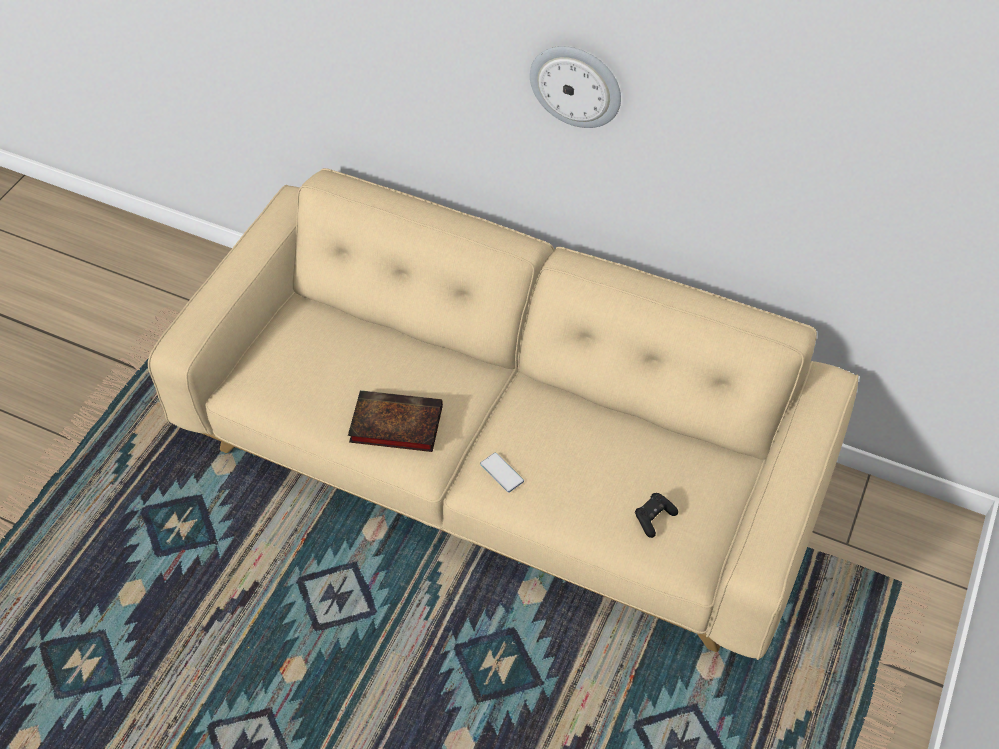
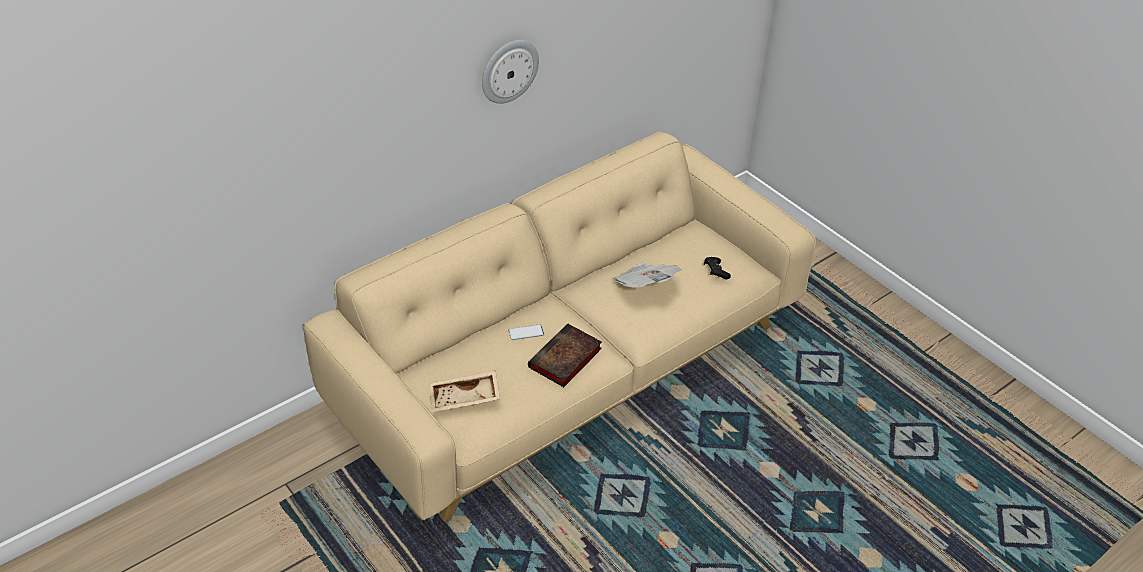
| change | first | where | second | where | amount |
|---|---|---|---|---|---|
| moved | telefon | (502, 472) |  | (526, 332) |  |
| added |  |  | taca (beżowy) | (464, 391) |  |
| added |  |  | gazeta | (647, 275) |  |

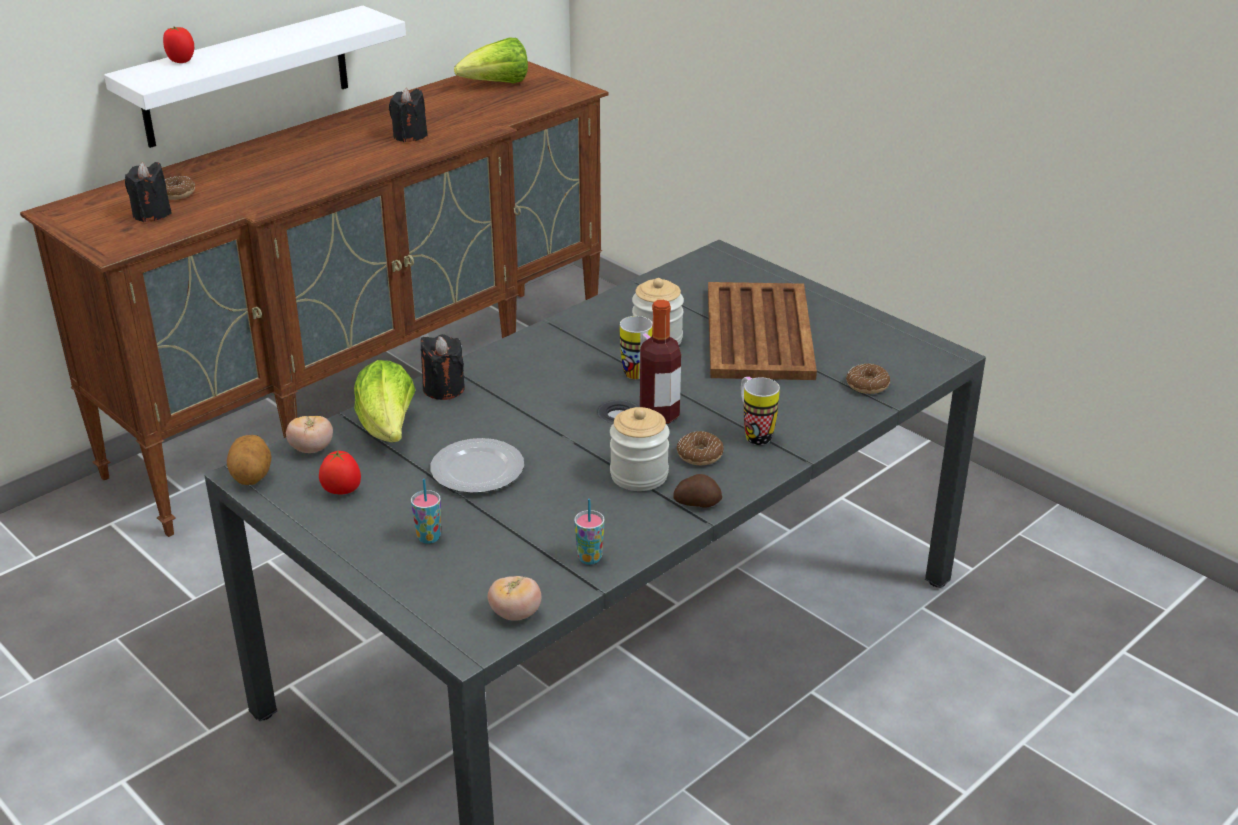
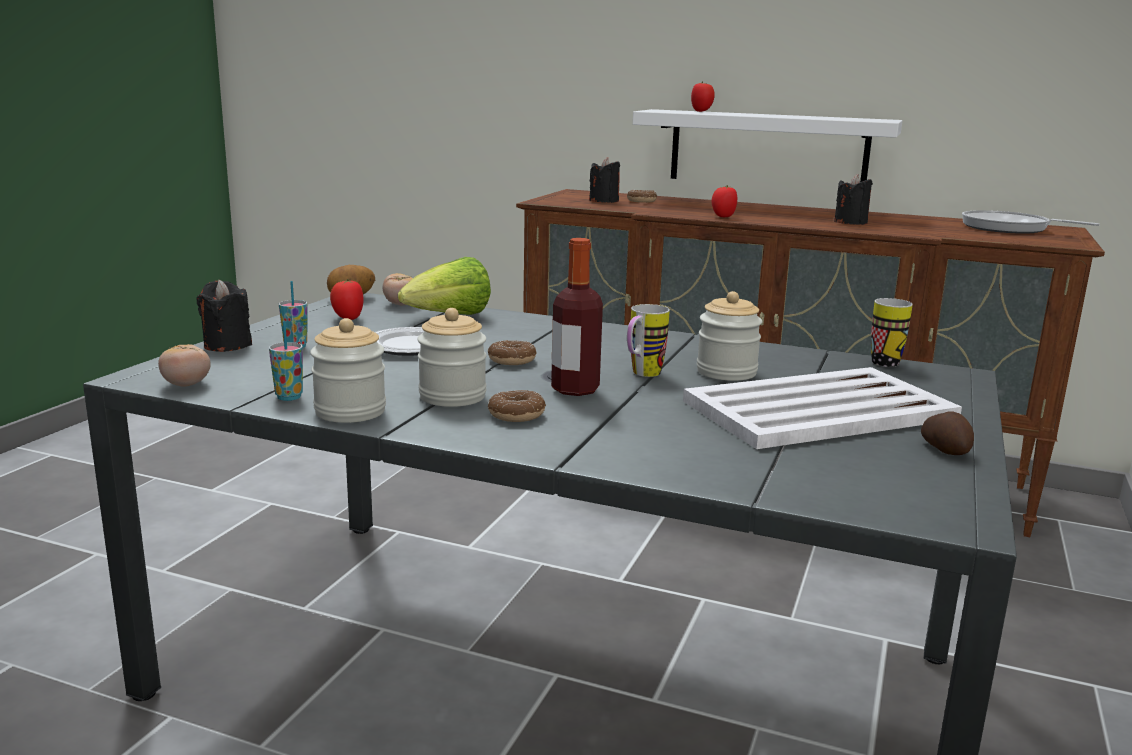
| change | first | where | second | where | amount |
|---|---|---|---|---|---|
| moved | świeca (czarny) | (443, 367) |  | (224, 316) |  |
| replaced | sałata | (491, 60) | patelnia | (1031, 222) |  |
| moved | ziemniak | (697, 491) |  | (947, 433) |  |
| recoloured | taca (brązowy) | (762, 331) | taca (biały) | (822, 408) |  |
| moved | kubek | (760, 411) |  | (892, 332) |  |
| moved | donut | (868, 378) |  | (512, 352) |  |
| added |  |  | słoik | (348, 370) |  |
| added |  |  | pomidor | (724, 201) |  |

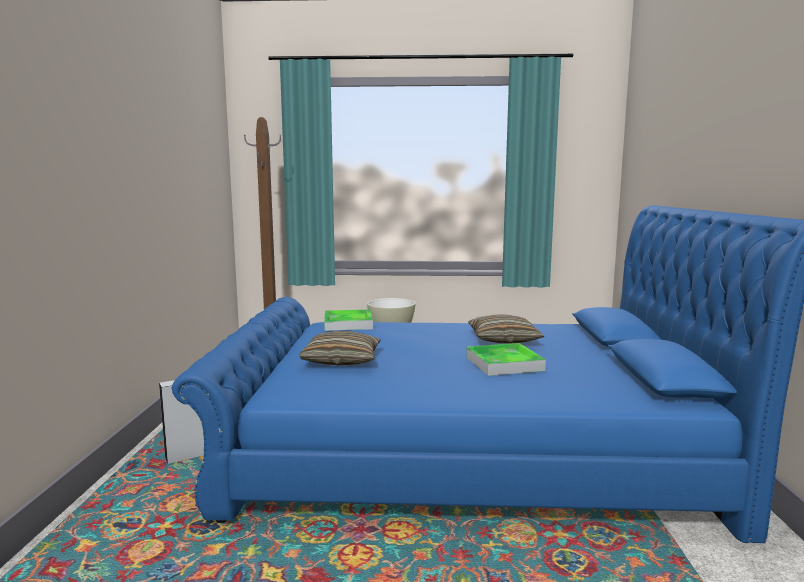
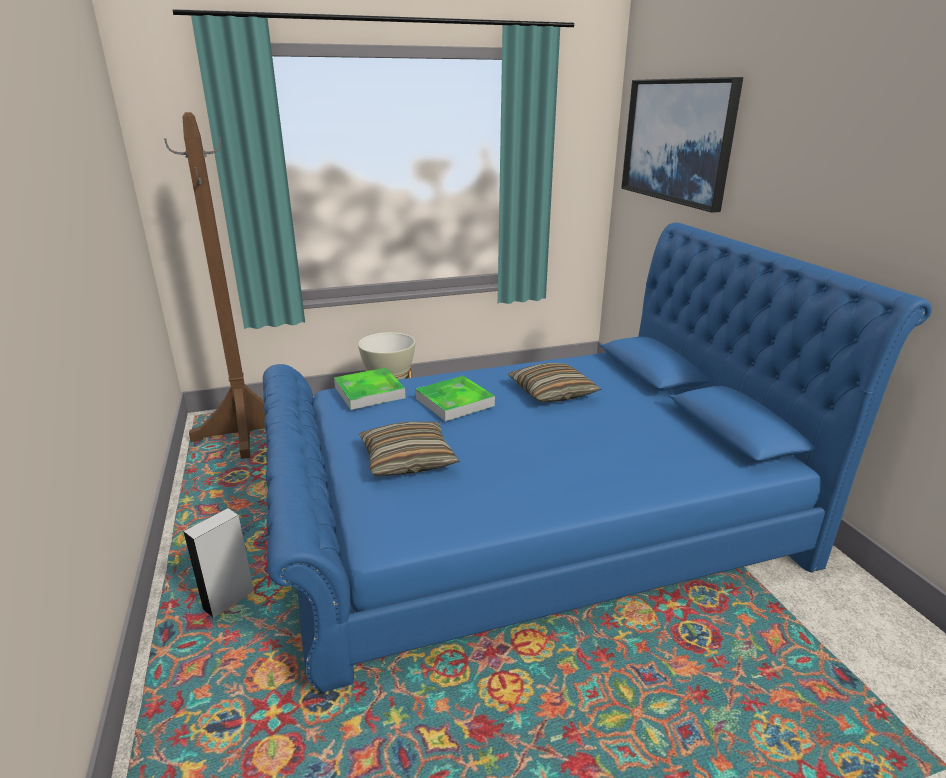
| change | first | where | second | where | amount |
|---|---|---|---|---|---|
| moved | taca | (506, 359) |  | (455, 398) |  |
| added |  |  | obraz | (682, 145) |  |

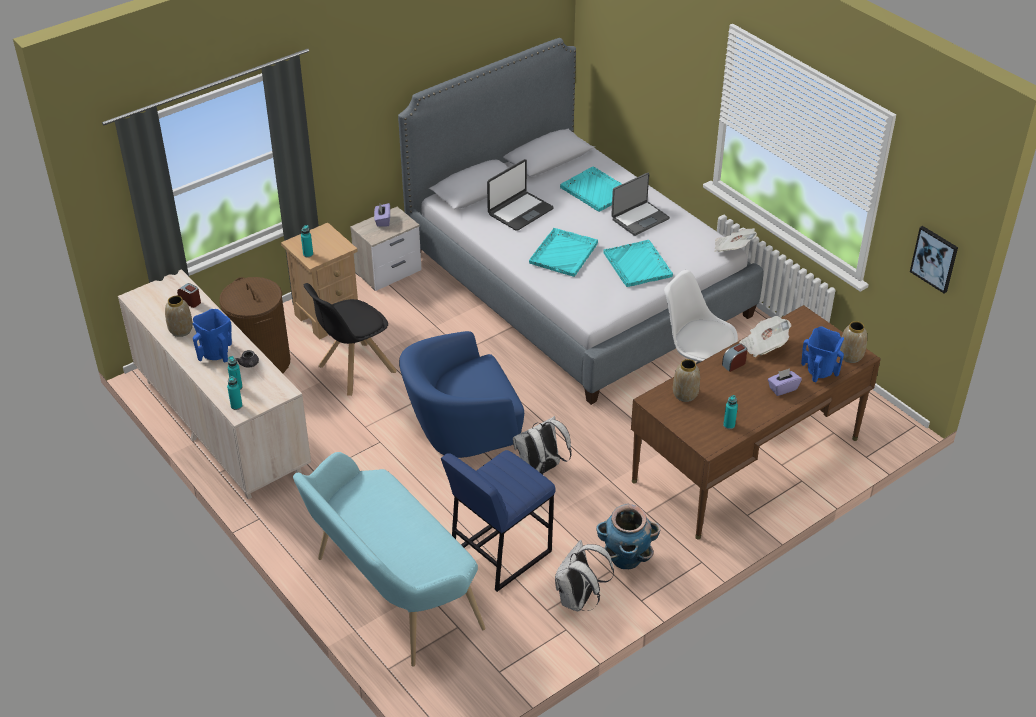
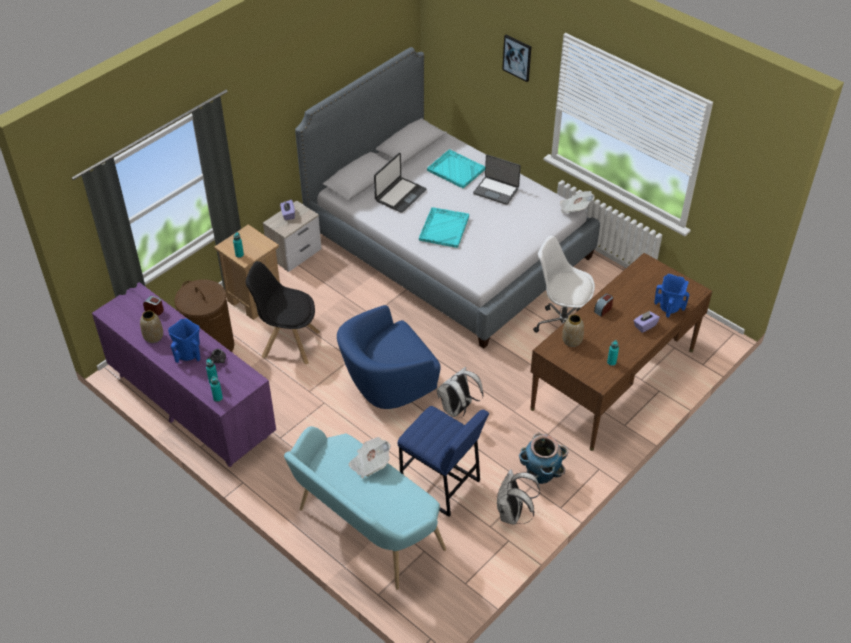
| change | first | where | second | where | amount |
|---|---|---|---|---|---|
| recoloured | komoda (beżowy) | (214, 384) | komoda (fioletowy) | (184, 374) |  |
| turned | krzesło (czarny) | (350, 339) |  | (283, 313) | 60 degrees clockwise |
| turned | krzesło (niebieski) | (498, 521) |  | (443, 461) | 90 degrees counterclockwise |
| removed | taca (turkusowy) | (638, 263) |  |  |  |
| turned | laptop | (640, 204) |  | (497, 180) | 75 degrees clockwise |
| moved | gazeta | (765, 336) |  | (370, 458) |  |
| removed | wazon | (853, 342) |  |  |  |
| moved | obraz | (934, 259) |  | (516, 58) |  |

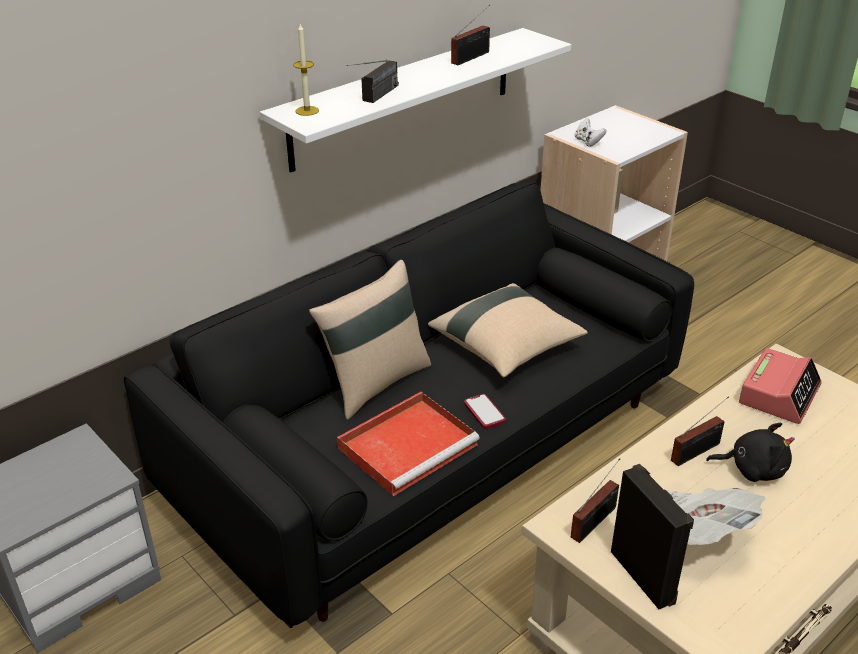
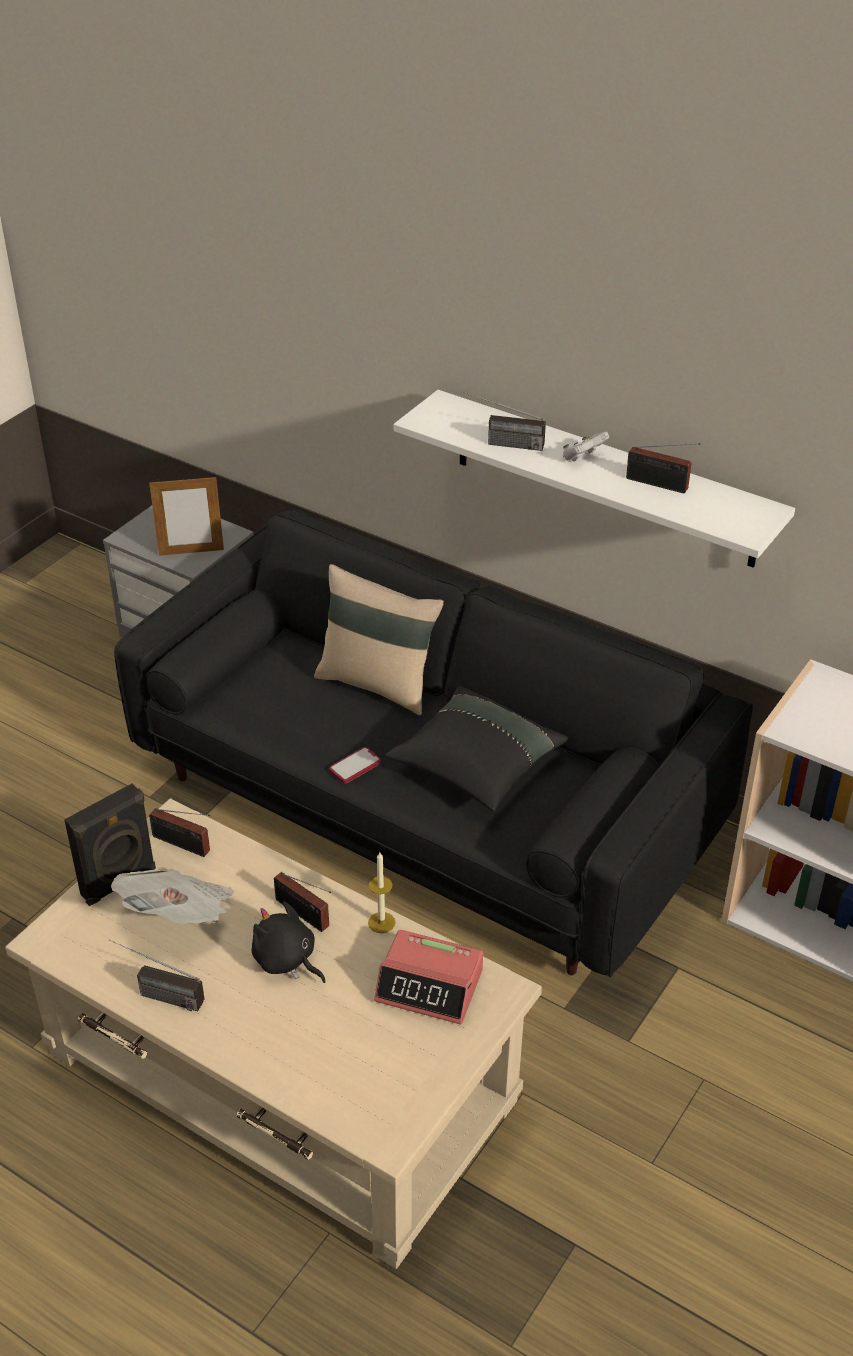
| change | first | where | second | where | amount |
|---|---|---|---|---|---|
| moved | świeca | (306, 70) |  | (382, 892) |  |
| removed | taca (czerwony) | (408, 444) |  |  |  |
| recoloured | poduszka (beżowy) | (508, 330) | poduszka (czarny) | (477, 749) |  |
| moved | pad do gier (biały) | (590, 132) |  | (586, 447) |  |
| turned | pluszak (czarny) | (750, 452) |  | (289, 942) | 135 degrees clockwise |
| added |  |  | radio | (156, 975) |  |
| added |  |  | ramka na zdjęcie | (186, 515) |  |

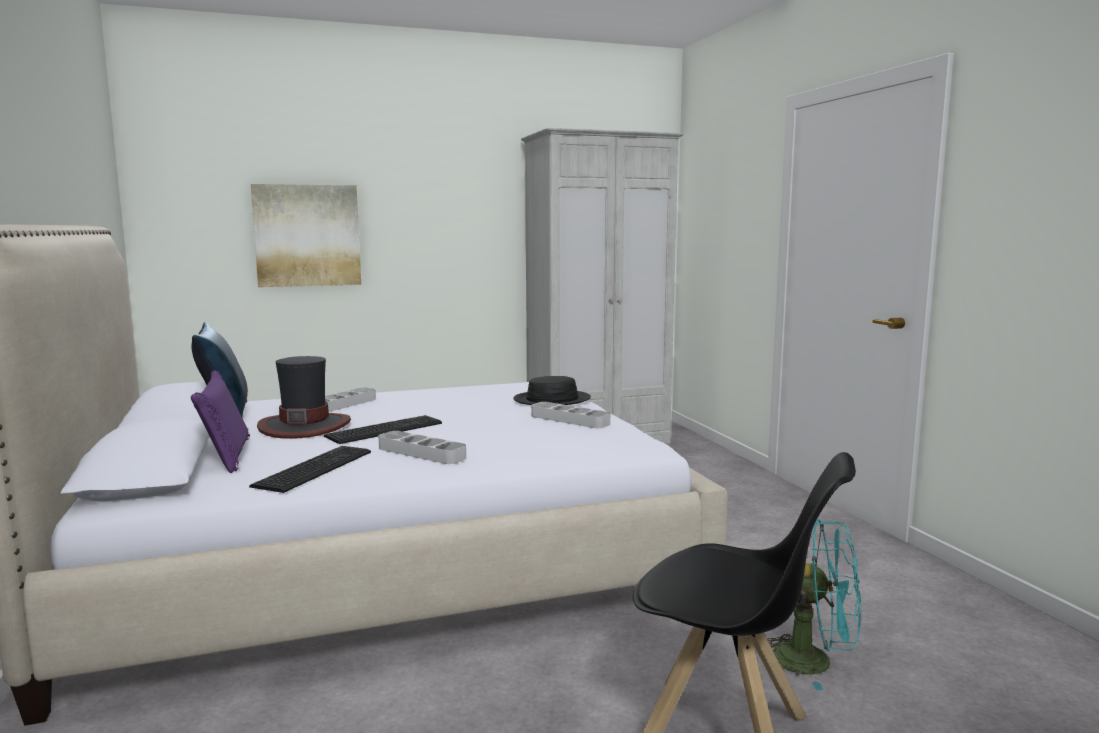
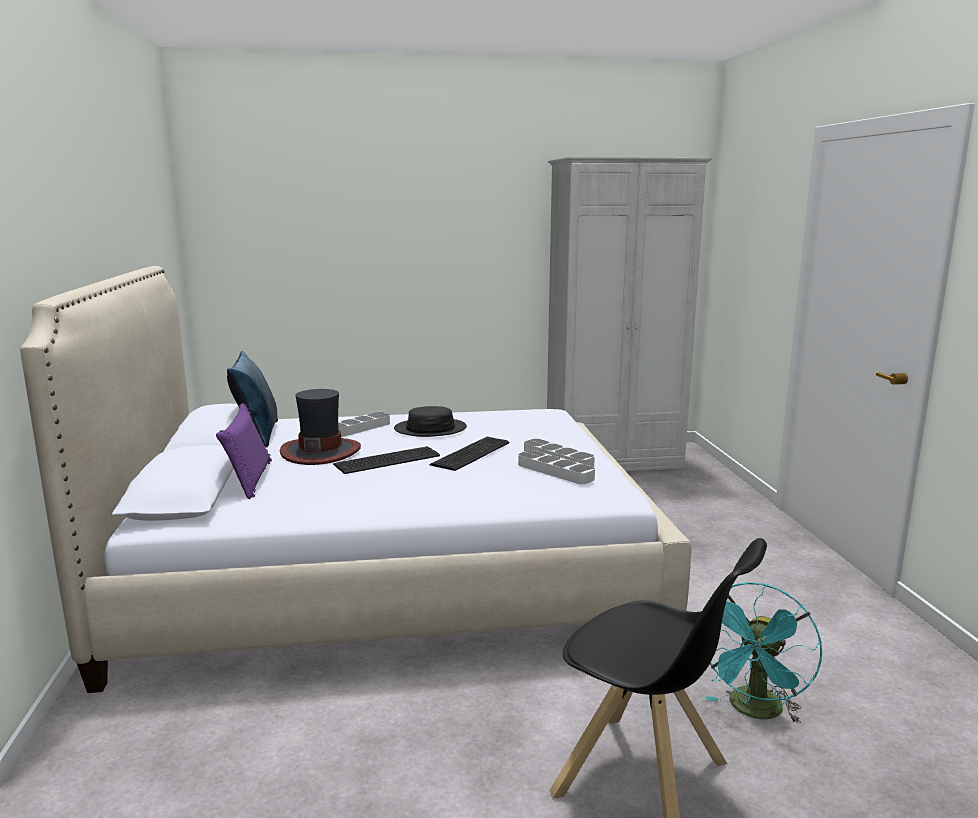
| change | first | where | second | where | amount |
|---|---|---|---|---|---|
| moved | klawiatura | (310, 469) |  | (469, 454) |  |
| removed | obraz | (306, 235) |  |  |  |
| moved | taca (szary) | (422, 447) |  | (556, 467) |  |
| moved | kapelusz (czarny) | (552, 390) |  | (430, 421) |  |
| turned | wentylator (turkusowy) | (814, 604) |  | (764, 653) | 90 degrees clockwise |

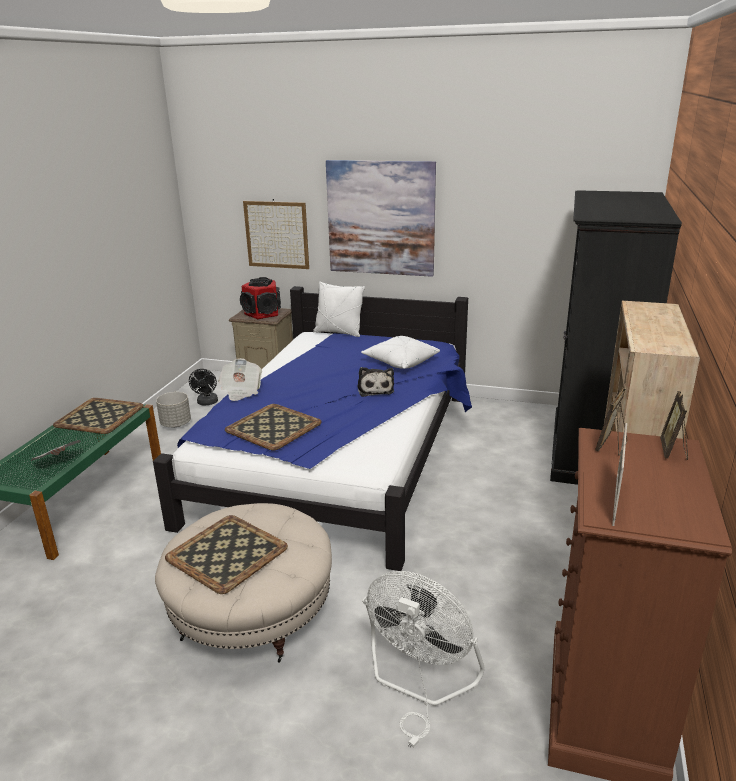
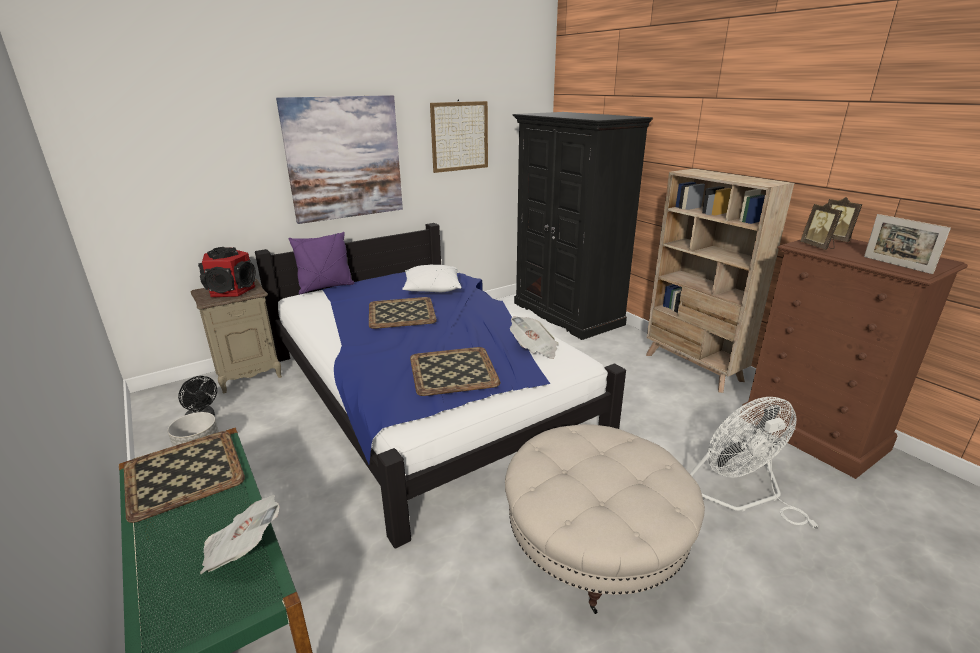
| change | first | where | second | where | amount |
|---|---|---|---|---|---|
| moved | taca | (226, 554) |  | (403, 313) |  |
| moved | gazeta | (240, 379) |  | (534, 337) |  |
| moved | obraz | (276, 234) |  | (459, 136) |  |
| recoloured | poduszka (biały) | (339, 309) | poduszka (fioletowy) | (322, 263) |  |
| removed | pluszak | (376, 382) |  |  |  |

